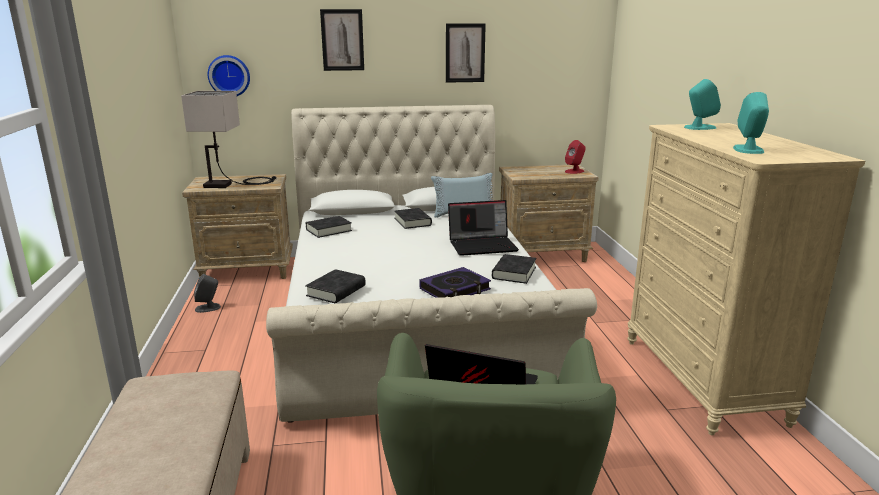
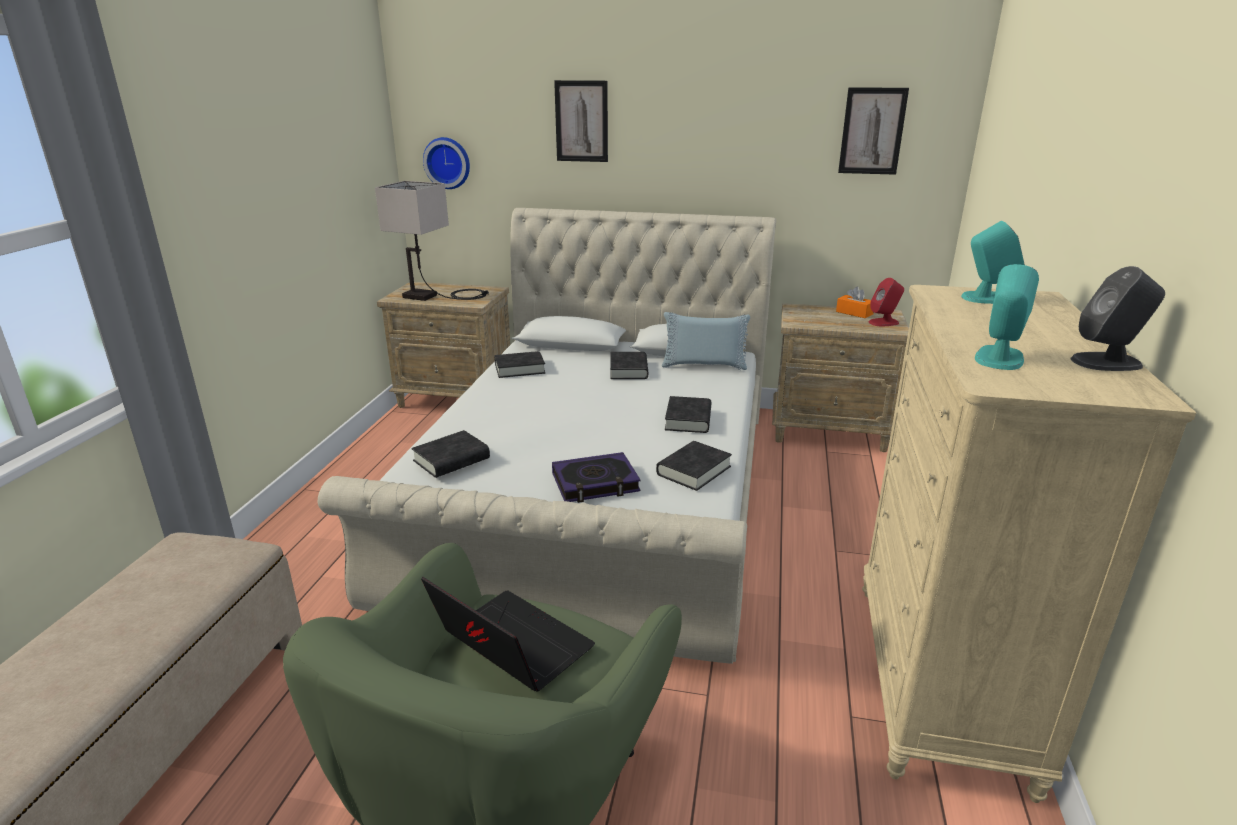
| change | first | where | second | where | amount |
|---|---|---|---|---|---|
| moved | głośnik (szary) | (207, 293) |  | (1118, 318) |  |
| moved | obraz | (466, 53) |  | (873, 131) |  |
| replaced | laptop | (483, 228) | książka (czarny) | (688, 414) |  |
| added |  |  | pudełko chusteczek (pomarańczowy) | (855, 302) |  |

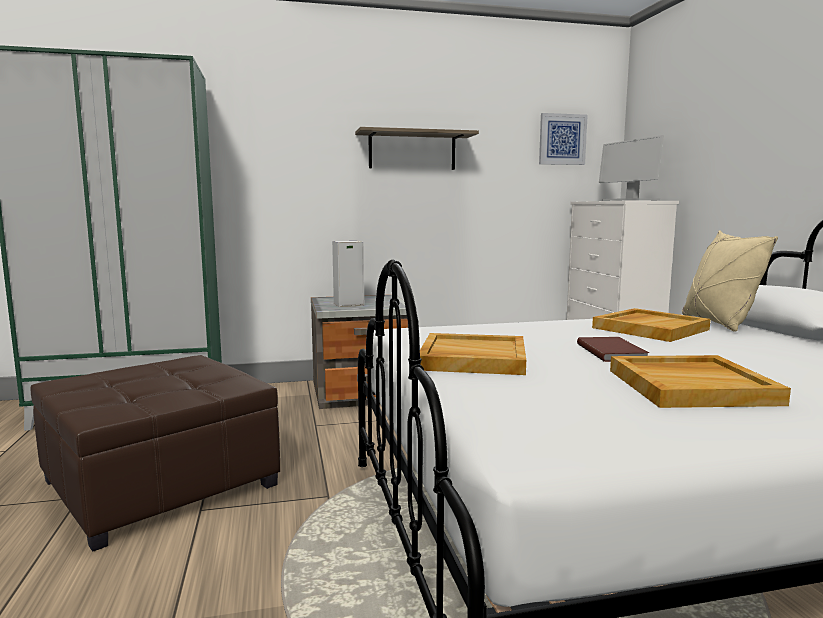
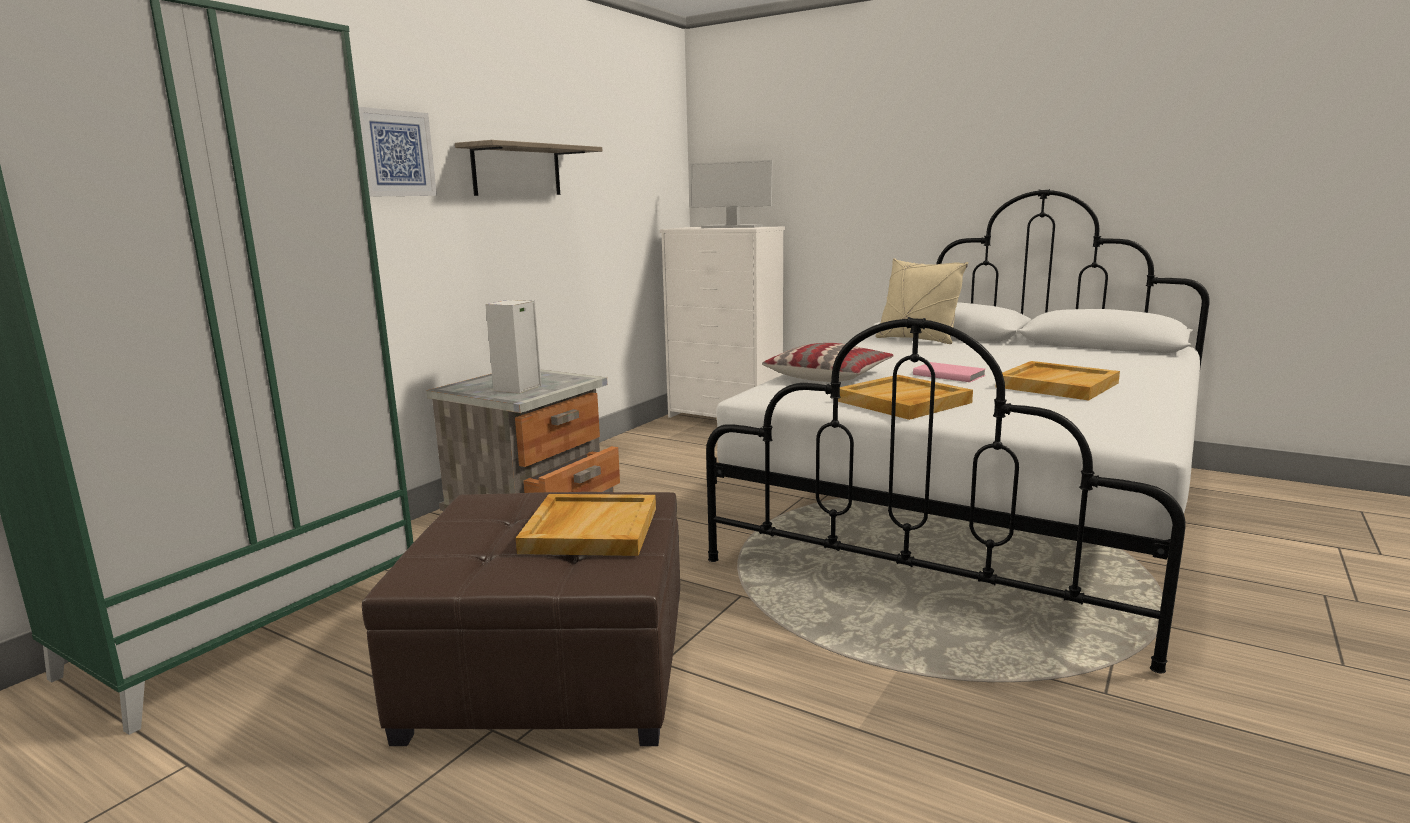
| change | first | where | second | where | amount |
|---|---|---|---|---|---|
| moved | obraz | (563, 139) |  | (397, 152) |  |
| recoloured | książka (brązowy) | (613, 349) | książka (różowy) | (949, 372) |  |
| moved | taca (beżowy) | (651, 325) |  | (586, 525) |  |
| added |  |  | poduszka | (828, 362) |  |

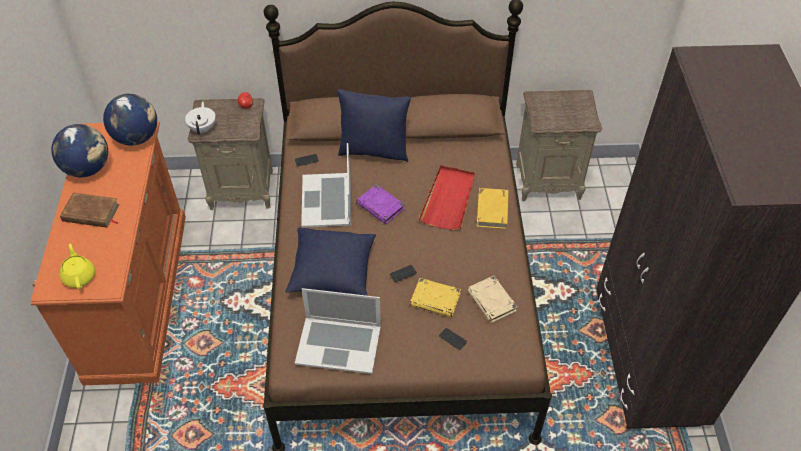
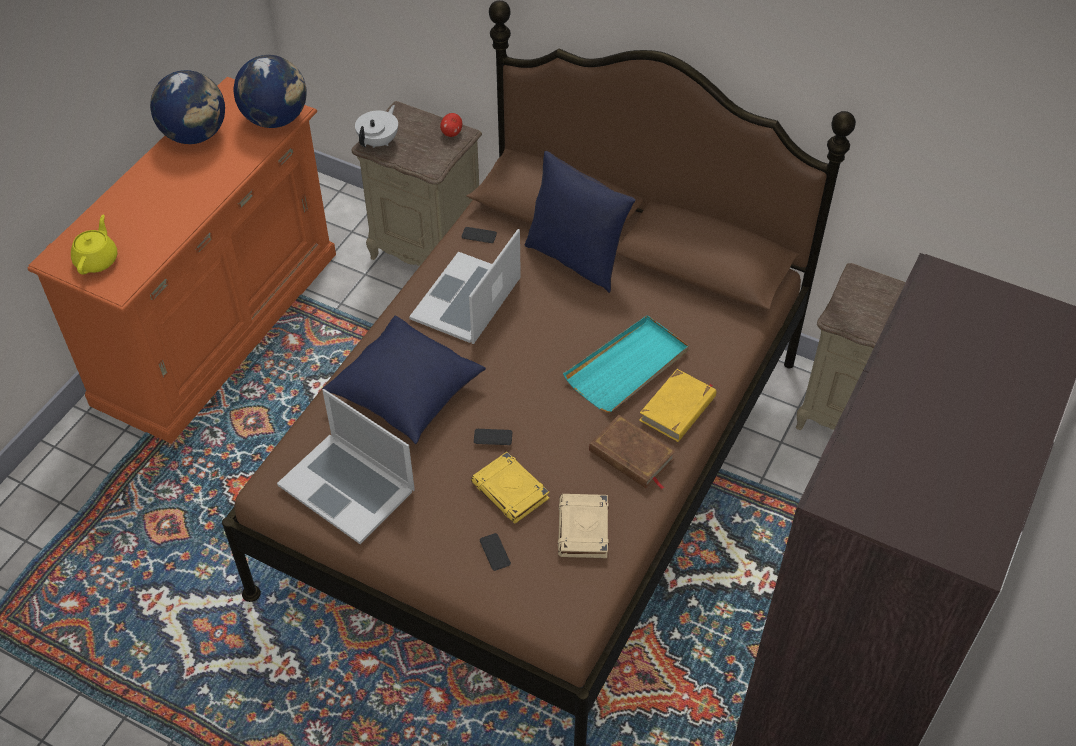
| change | first | where | second | where | amount |
|---|---|---|---|---|---|
| moved | książka (brązowy) | (89, 210) |  | (632, 452) |  |
| removed | książka (fioletowy) | (380, 204) |  |  |  |
| recoloured | taca (czerwony) | (447, 197) | taca (turkusowy) | (625, 364) |  |

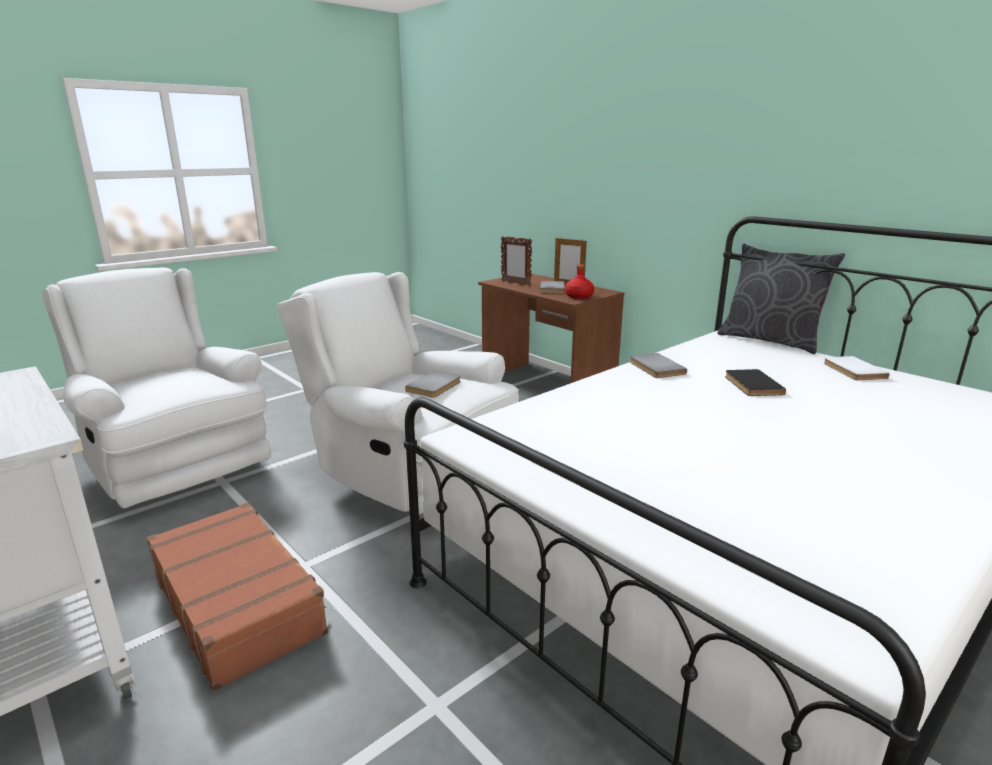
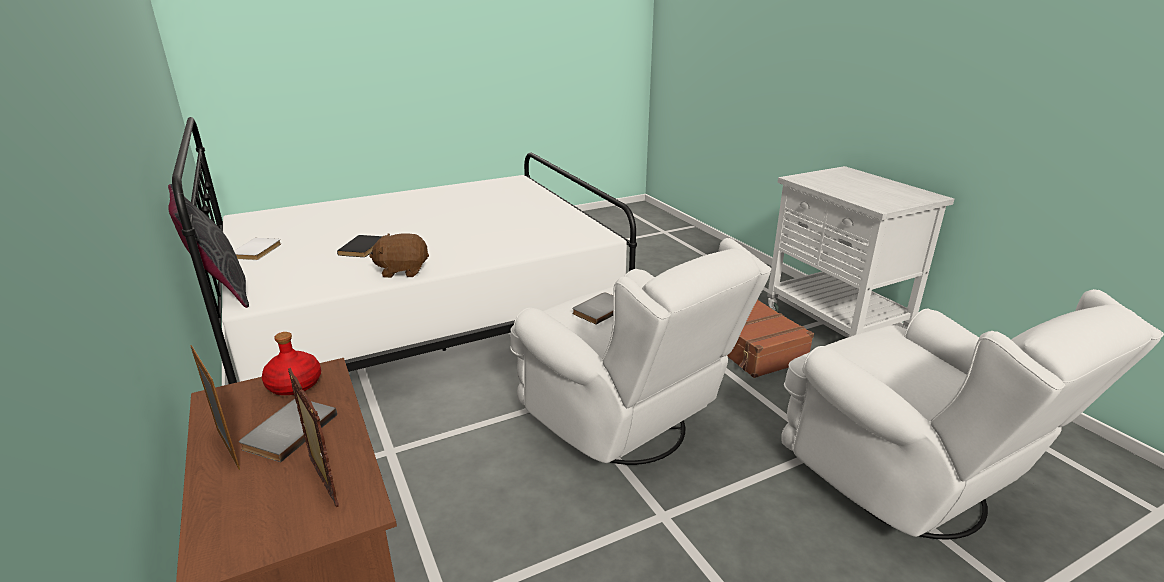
| change | first | where | second | where | amount |
|---|---|---|---|---|---|
| replaced | książka (szary) | (658, 365) | pluszak (brązowy) | (399, 255) |  |

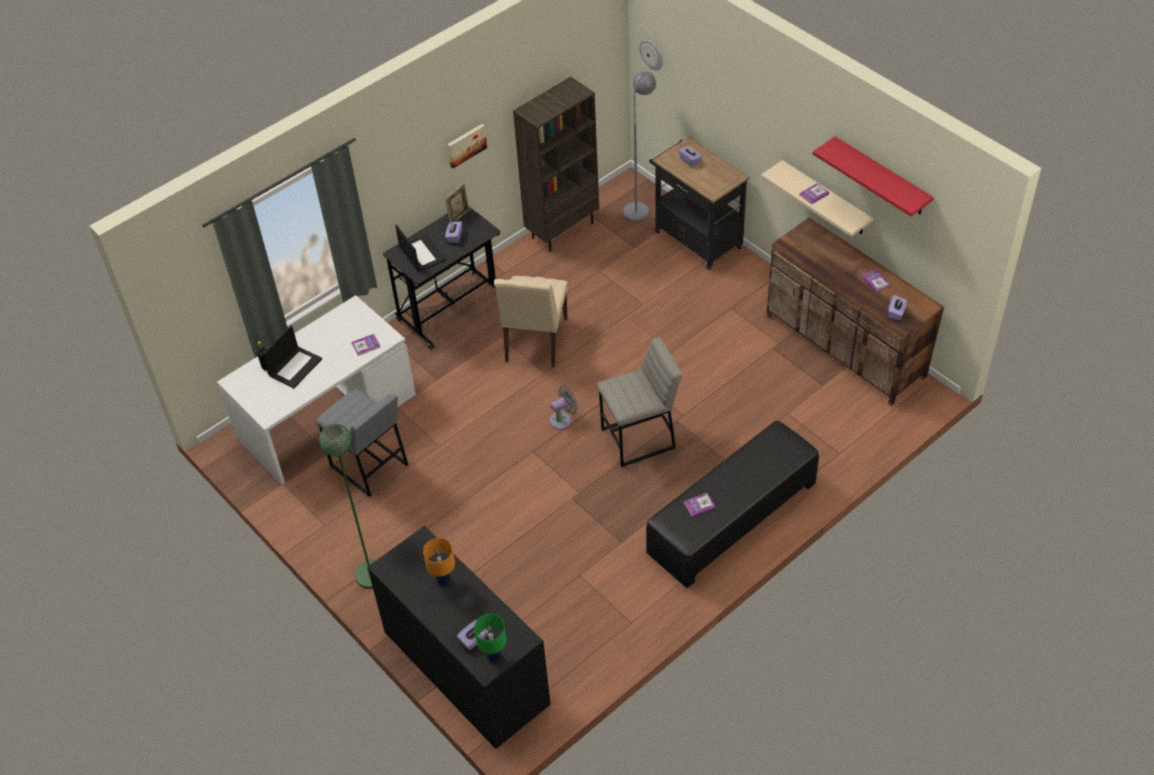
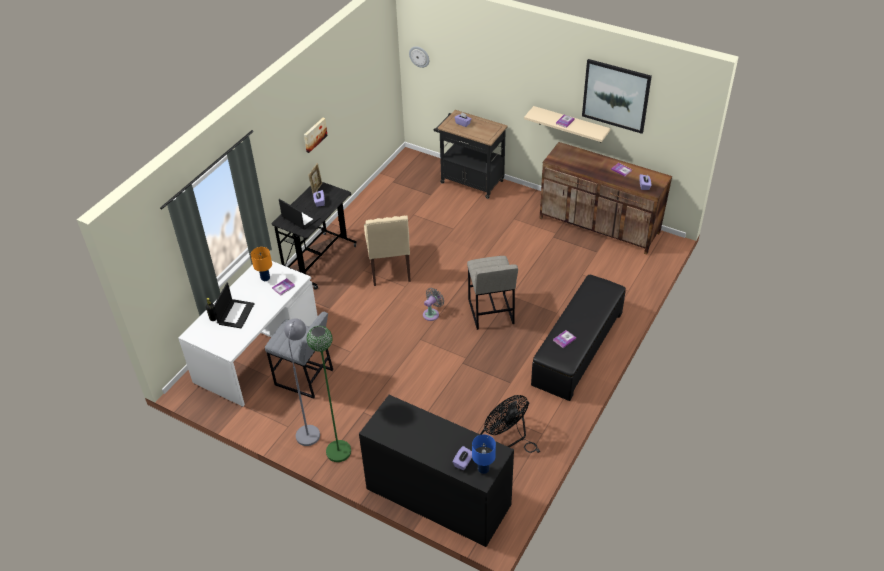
| change | first | where | second | where | amount |
|---|---|---|---|---|---|
| moved | lampa stołowa (pomarańczowy) | (439, 562) |  | (261, 264) |  |
| recoloured | lampa stołowa (zielony) | (490, 638) | lampa stołowa (niebieski) | (484, 454) |  |
| removed | regał (brązowy) | (556, 164) |  |  |  |
| turned | krzesło (szary) | (639, 402) |  | (492, 293) | 120 degrees clockwise |
| moved | lampa stojąca (szary) | (639, 146) |  | (302, 382) |  |
| replaced | półka (czerwony) | (873, 176) | obraz | (617, 96) |  |
| added |  |  | wentylator (czarny) | (510, 424) |  |

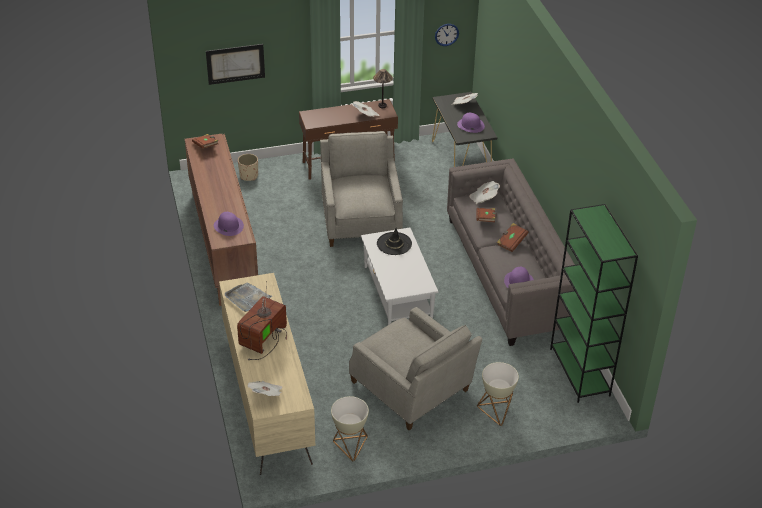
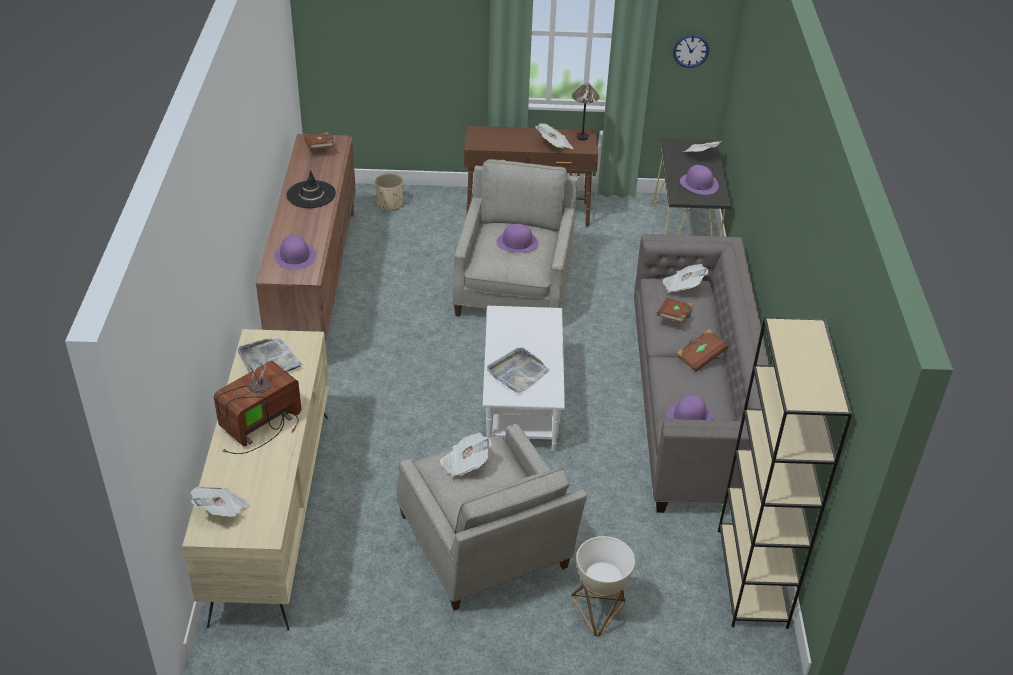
| change | first | where | second | where | amount |
|---|---|---|---|---|---|
| removed | obraz | (235, 64) |  |  |  |
| removed | donica | (350, 429) |  |  |  |
| moved | kapelusz (czarny) | (394, 241) |  | (311, 189) |  |
| recoloured | regał (zielony) | (594, 303) | regał (beżowy) | (785, 473) |  |
| added |  |  | gazeta | (466, 455) |  |
| added |  |  | taca (szary) | (518, 370) |  |
| added |  |  | kapelusz (fioletowy) | (517, 238) |  |

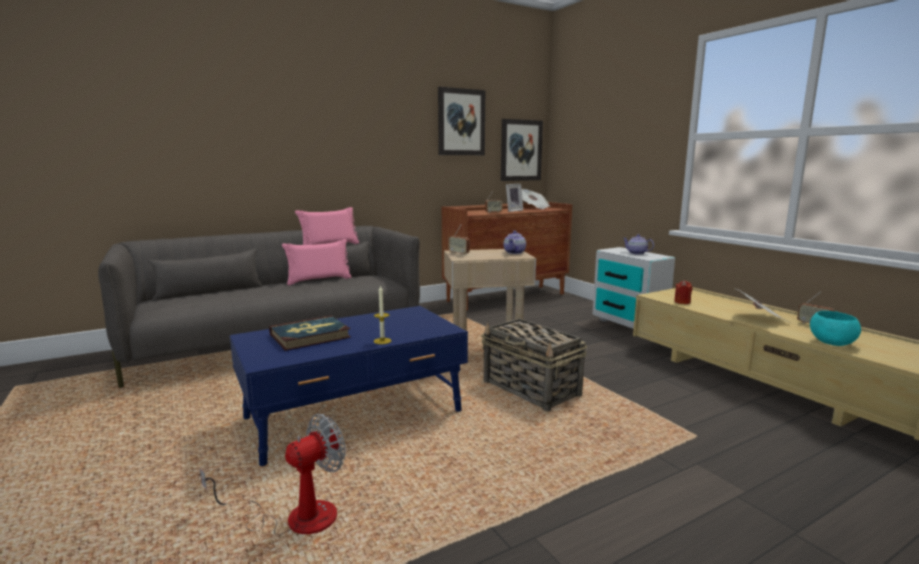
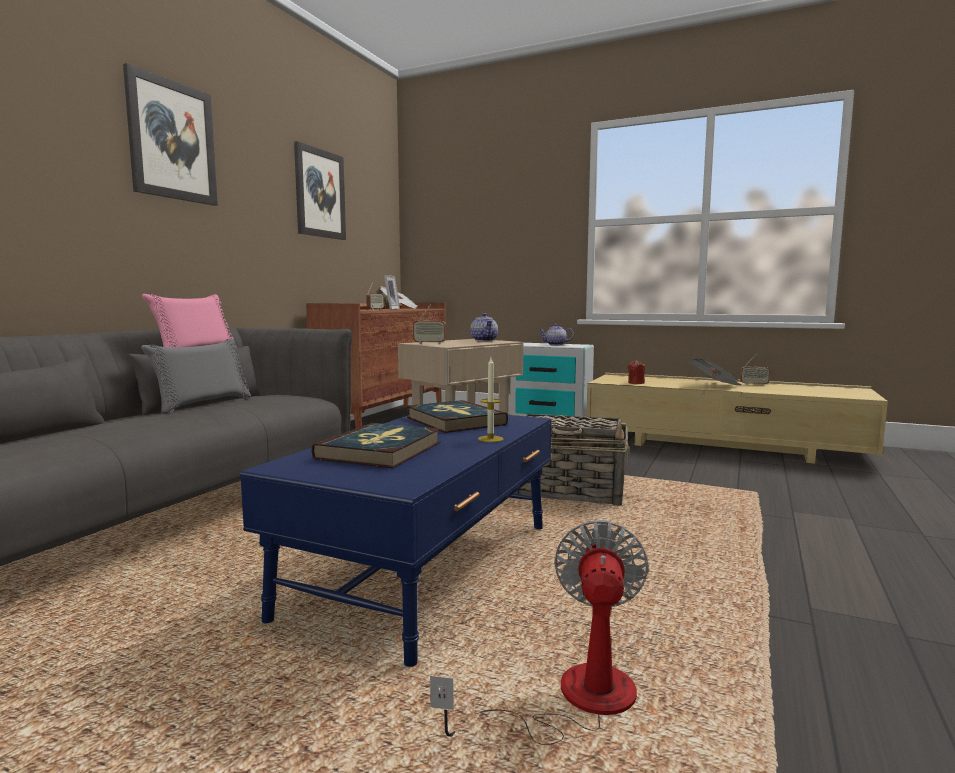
| change | first | where | second | where | amount |
|---|---|---|---|---|---|
| recoloured | poduszka (różowy) | (316, 262) | poduszka (szary) | (196, 376) |  |
| moved | obraz | (522, 150) |  | (170, 134) |  |
| removed | miska (turkusowy) | (835, 328) |  |  |  |
| added |  |  | książka | (457, 416) |  |

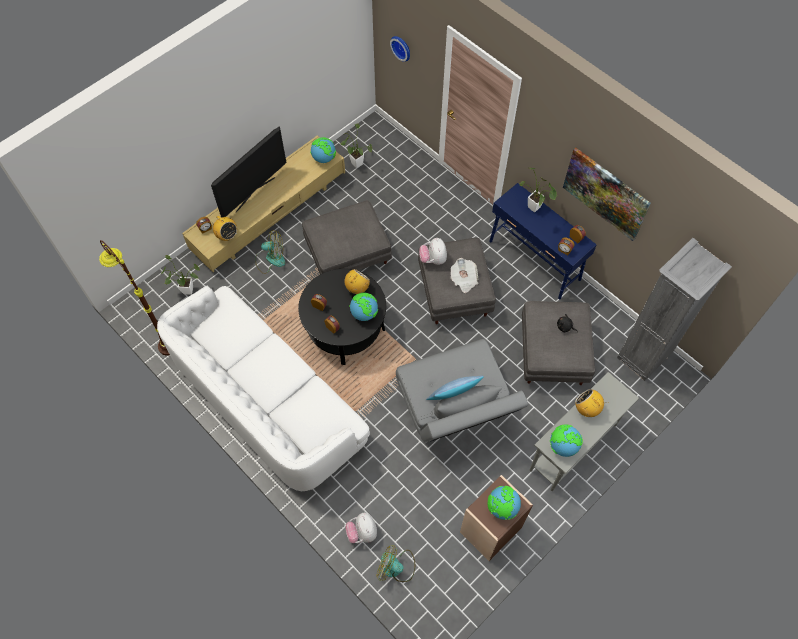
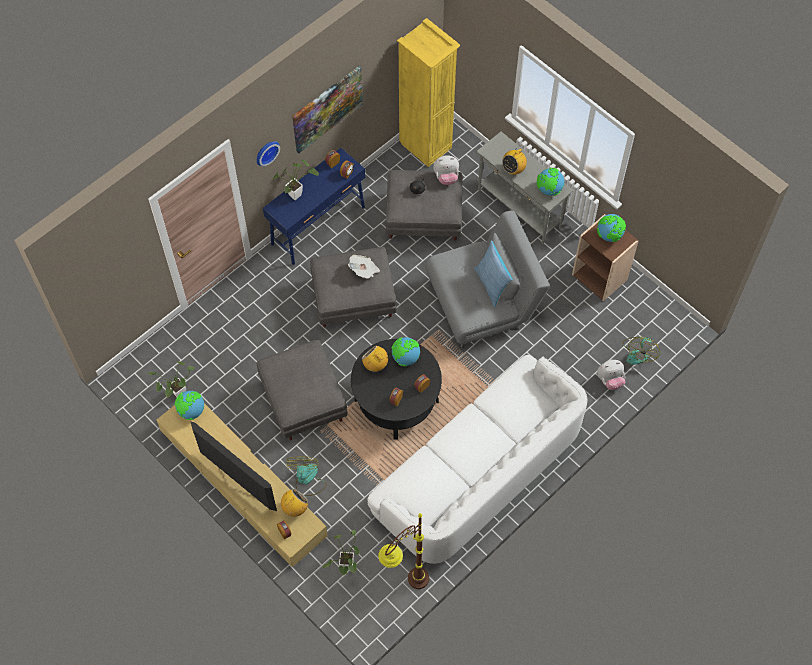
| change | first | where | second | where | amount |
|---|---|---|---|---|---|
| moved | zegar ścienny | (400, 48) |  | (268, 153) |  |
| moved | pluszak | (433, 251) |  | (446, 170) |  |
| recoloured | szafka (szary) | (674, 309) | szafka (żółty) | (428, 92) |  |

